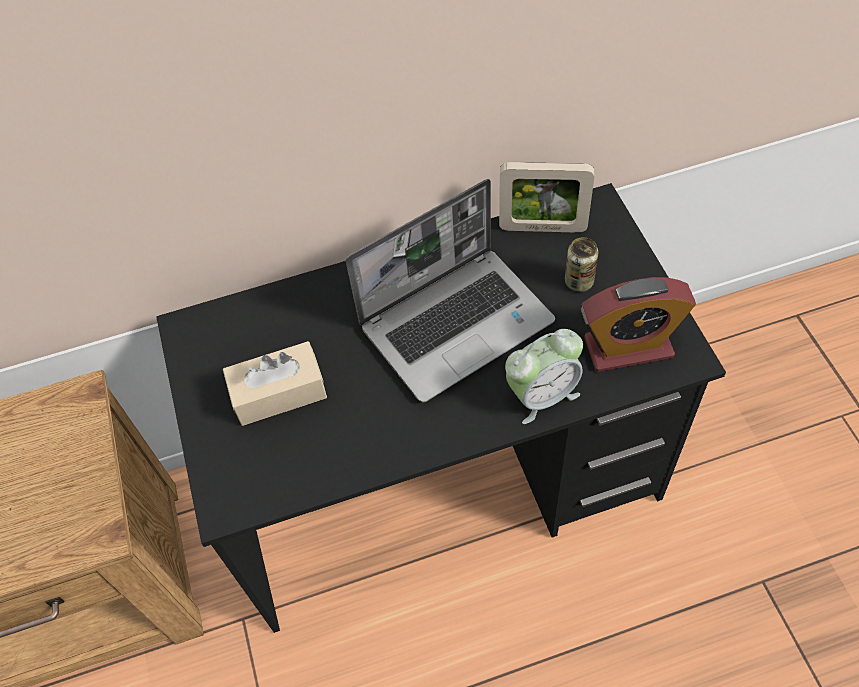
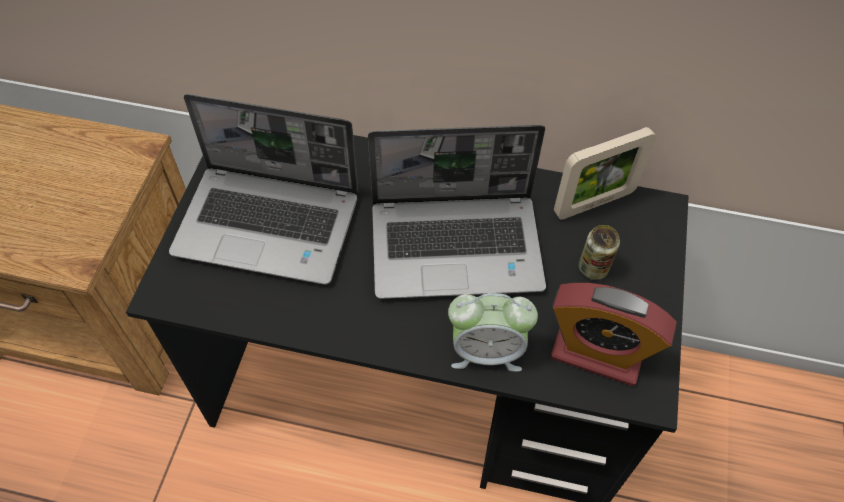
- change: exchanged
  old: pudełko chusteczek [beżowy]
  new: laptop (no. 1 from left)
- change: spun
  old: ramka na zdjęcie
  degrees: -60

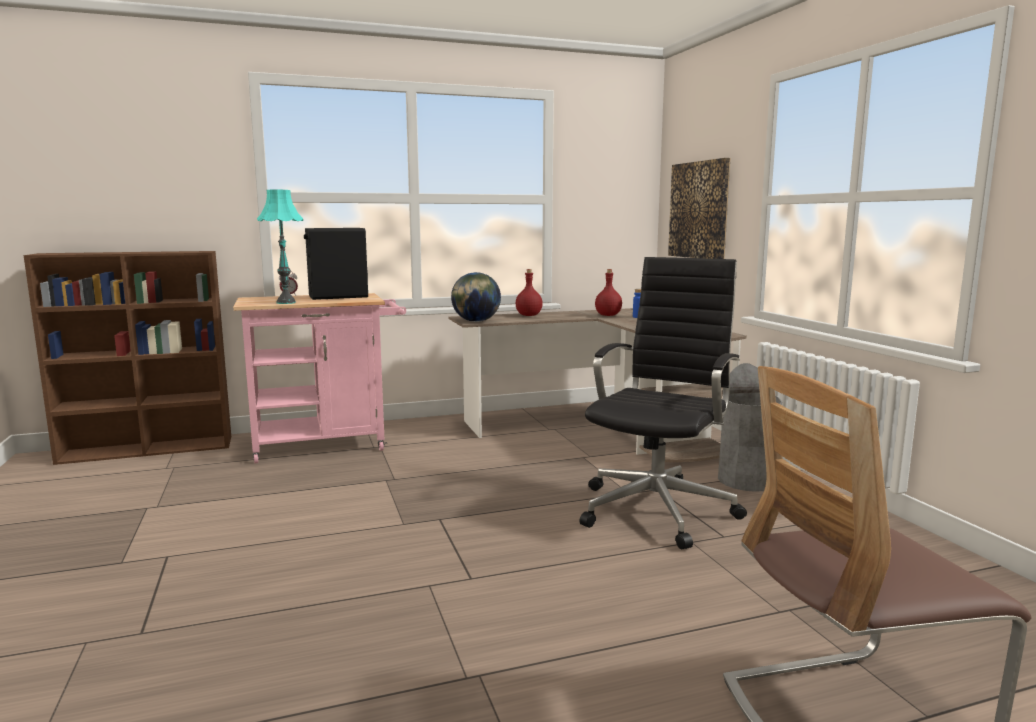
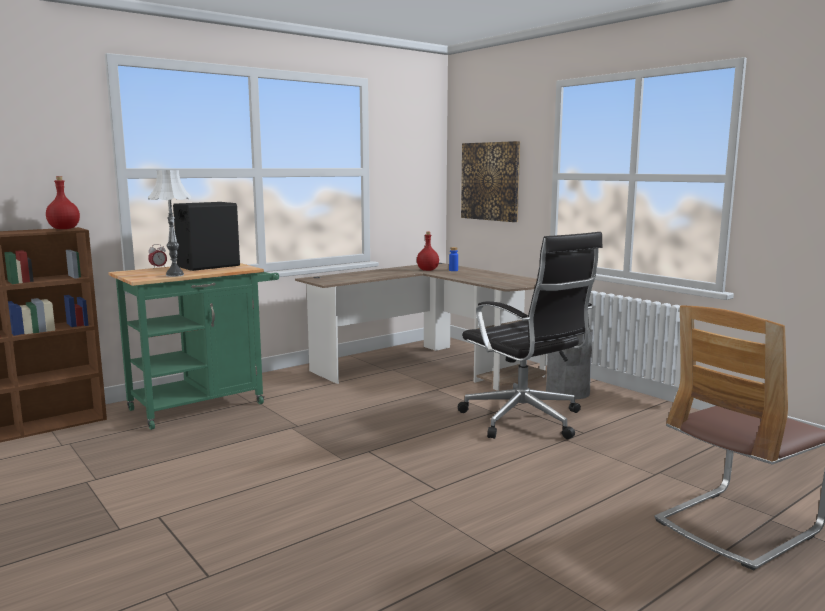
- change: missing
  old: globus
- change: relocated
  old: butelka [czerwony] (no. 1 from left)
- change: colour
  old: wózek [różowy]
  new: wózek [zielony]
- change: colour
  old: lampa stołowa [turkusowy]
  new: lampa stołowa [biały]
- change: spun
  old: krzesło biurowe [czarny]
  degrees: 135

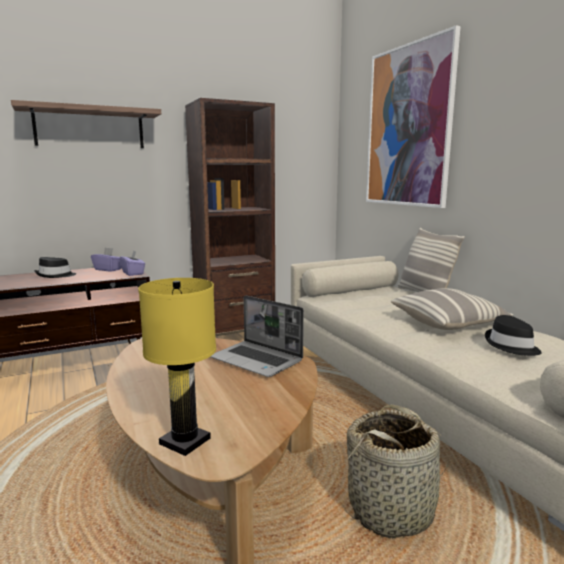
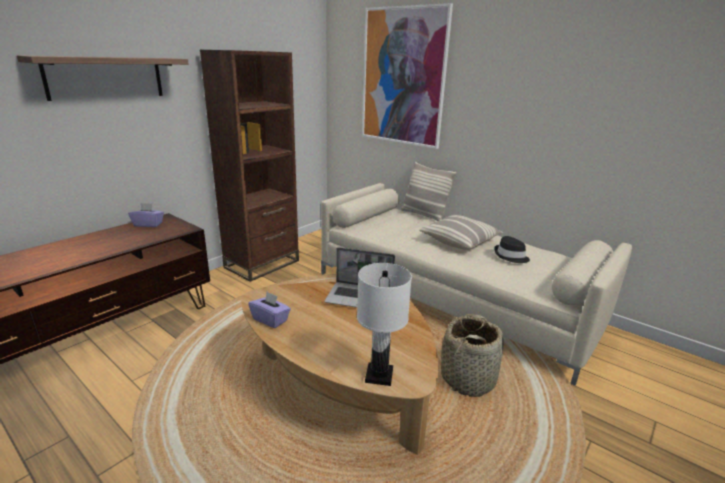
- change: missing
  old: kapelusz [czarny] (no. 1 from left)
- change: relocated
  old: pudełko chusteczek [fioletowy] (no. 2 from left)
- change: colour
  old: lampa stołowa [żółty]
  new: lampa stołowa [biały]

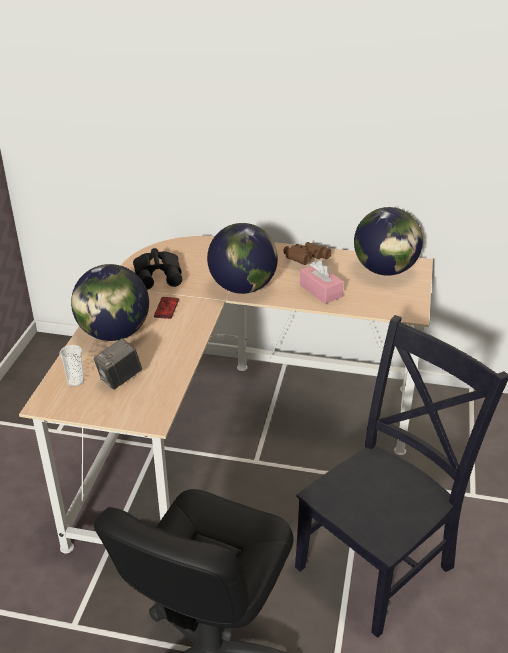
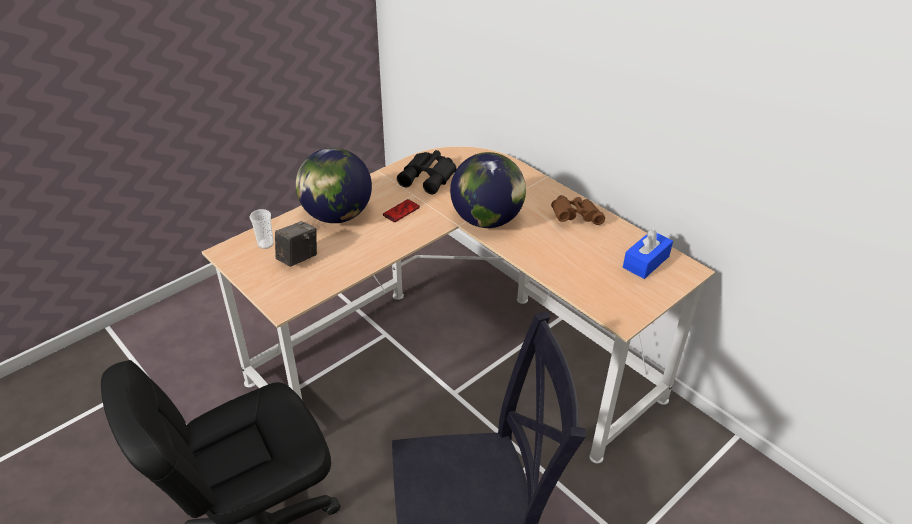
- change: missing
  old: pudełko chusteczek [różowy]
- change: exchanged
  old: globus (no. 3 from left)
  new: pudełko chusteczek [niebieski]
- change: spun
  old: aparat fotograficzny
  degrees: 135

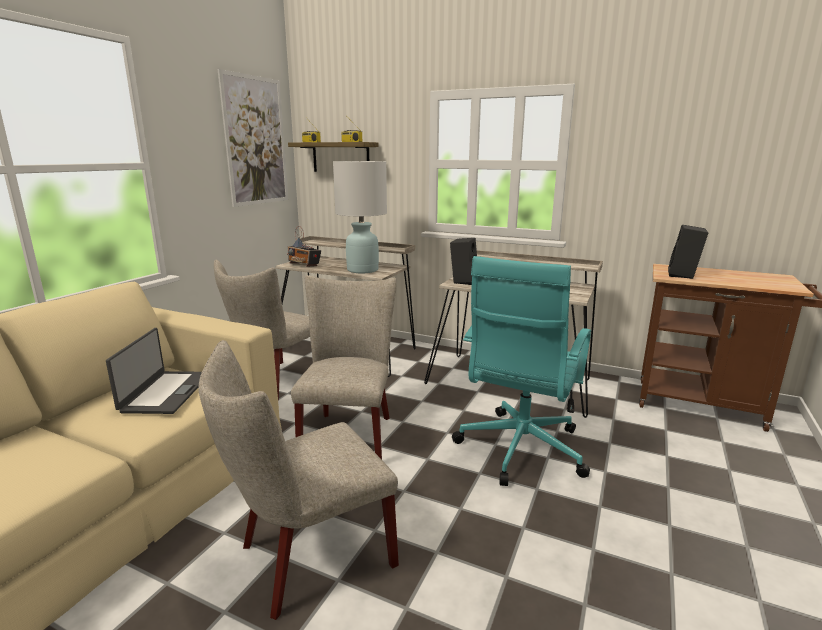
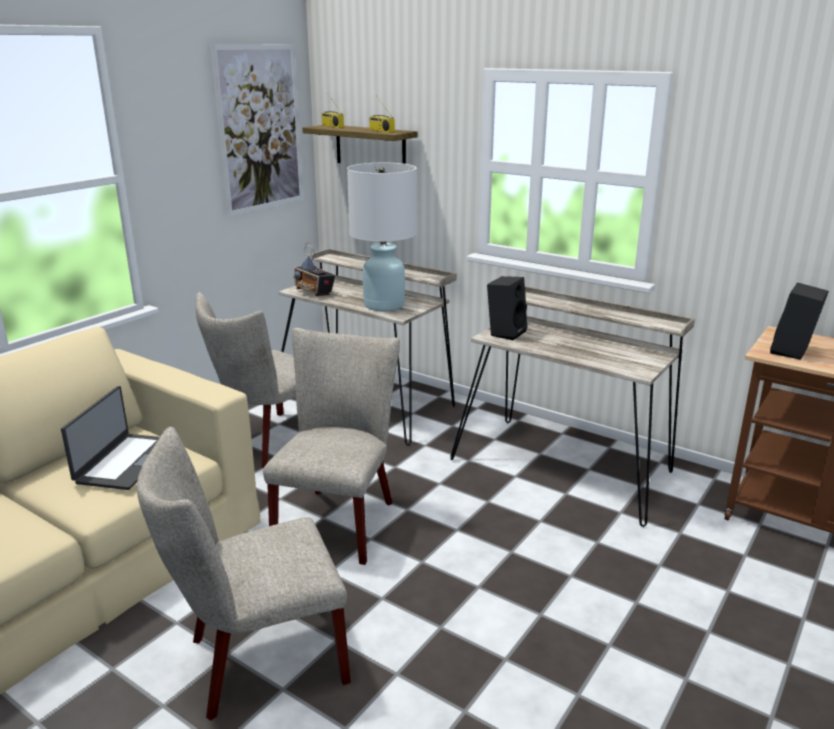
- change: missing
  old: krzesło biurowe [turkusowy]

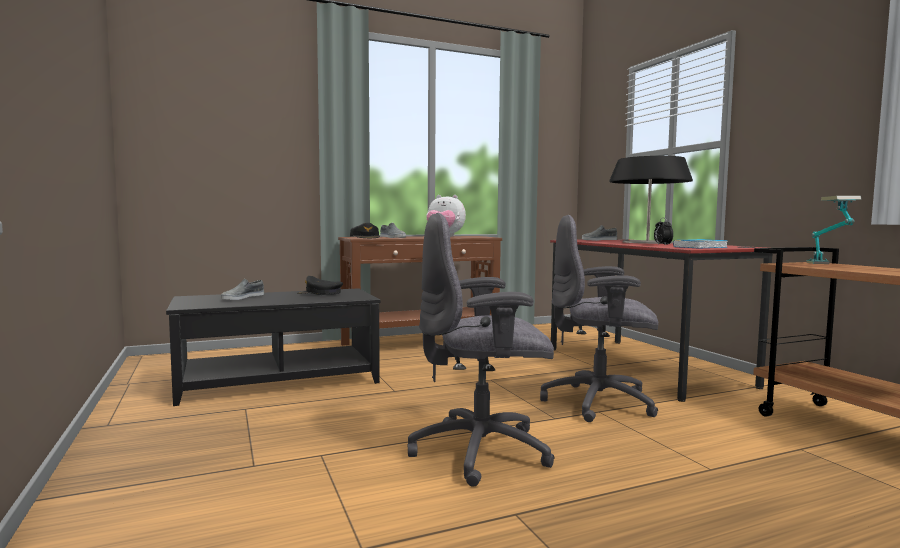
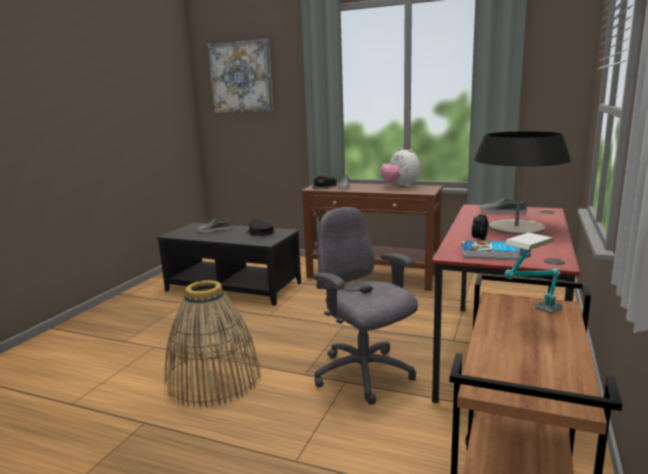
- change: appeared
  new: obraz
- change: exchanged
  old: krzesło biurowe [szary] (no. 1 from left)
  new: koszyk

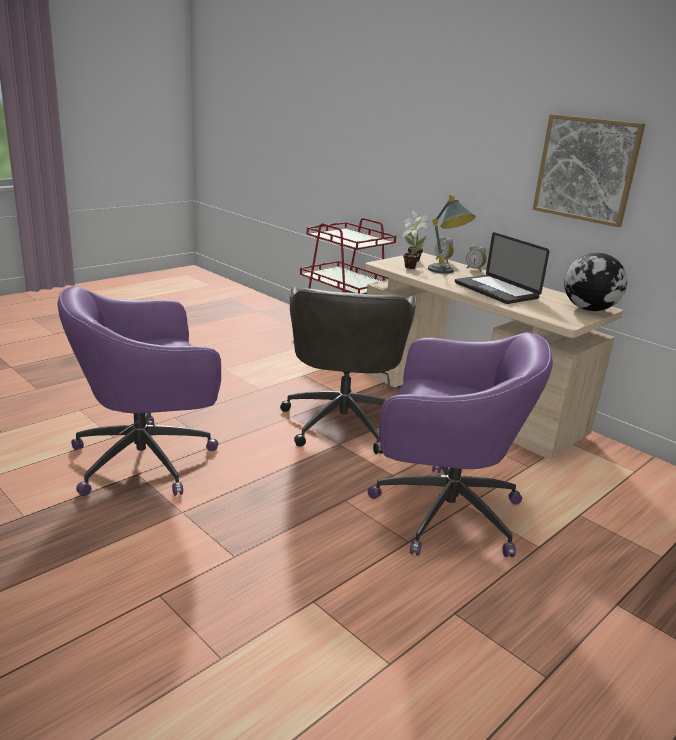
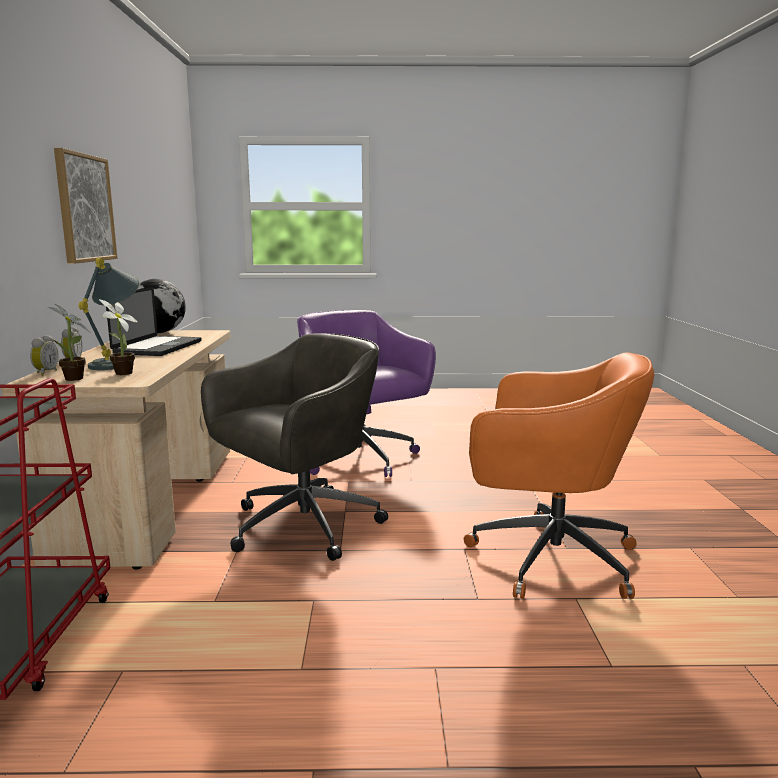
- change: colour
  old: krzesło biurowe [fioletowy] (no. 1 from left)
  new: krzesło biurowe [pomarańczowy]

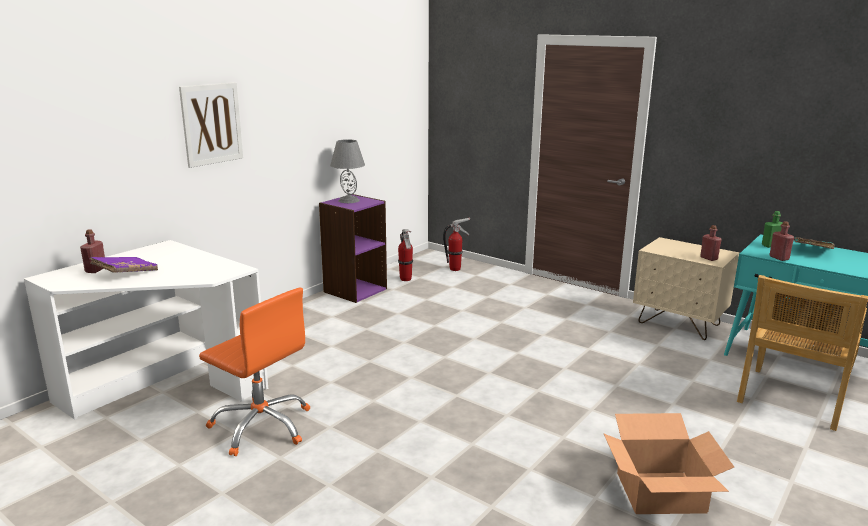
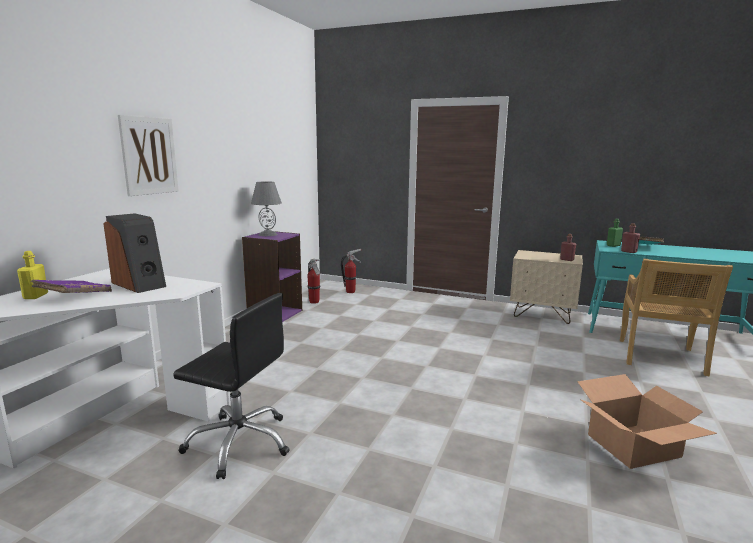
- change: appeared
  new: głośnik
- change: colour
  old: butelka [czerwony] (no. 1 from left)
  new: butelka [żółty]
- change: colour
  old: krzesło biurowe [pomarańczowy]
  new: krzesło biurowe [czarny]

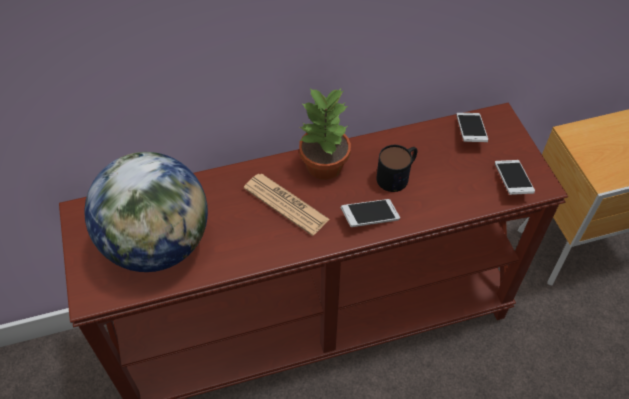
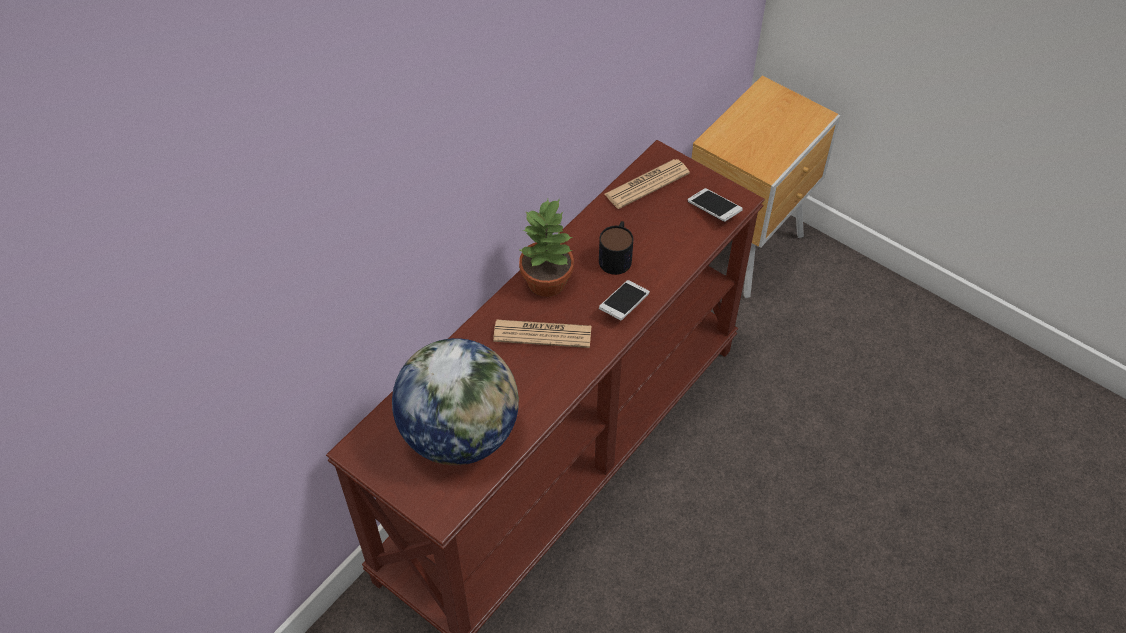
- change: exchanged
  old: telefon (no. 2 from left)
  new: gazeta (no. 2 from left)

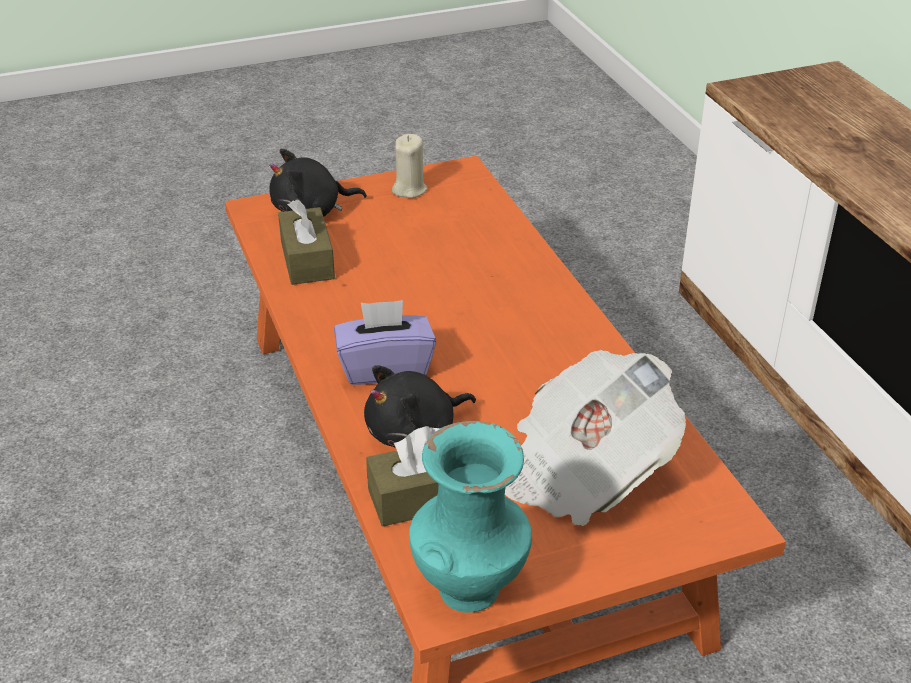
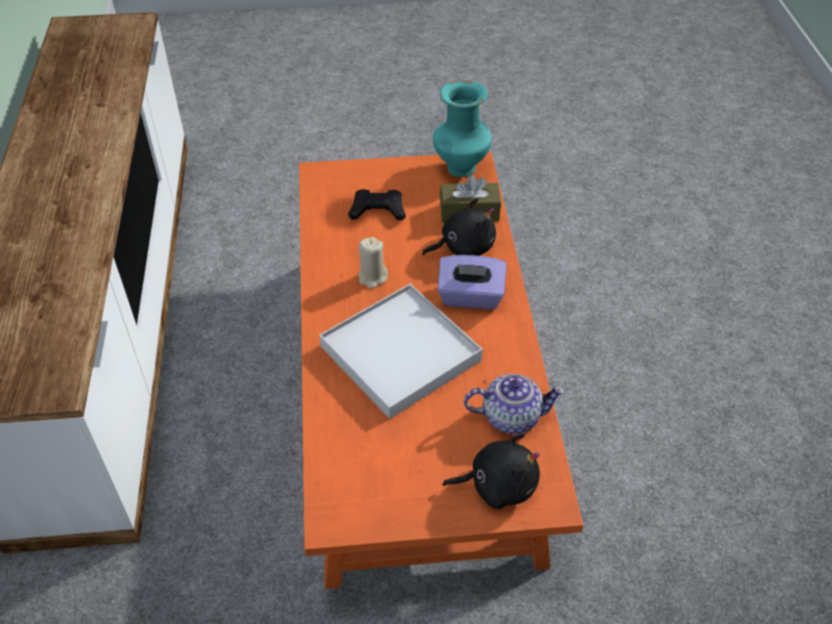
- change: appeared
  new: taca [biały]
- change: relocated
  old: świeca [beżowy]
- change: exchanged
  old: pudełko chusteczek [brązowy] (no. 1 from left)
  new: imbryk
- change: exchanged
  old: gazeta
  new: pad do gier [czarny]

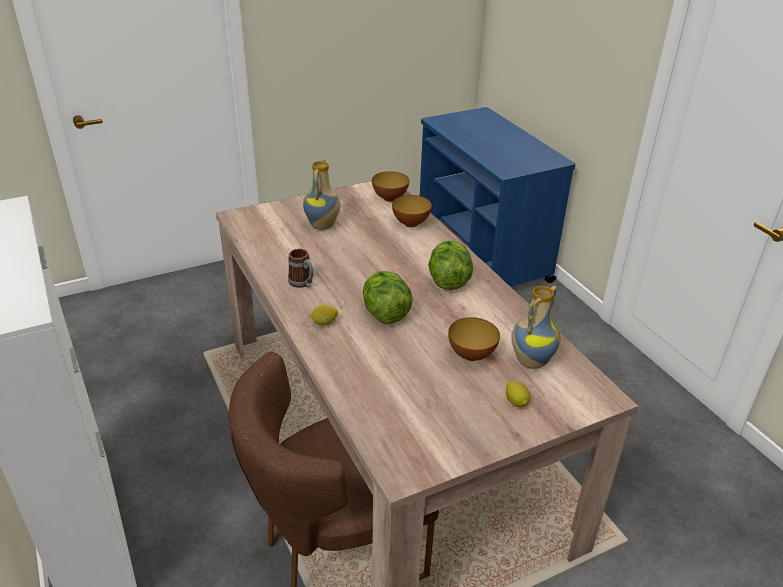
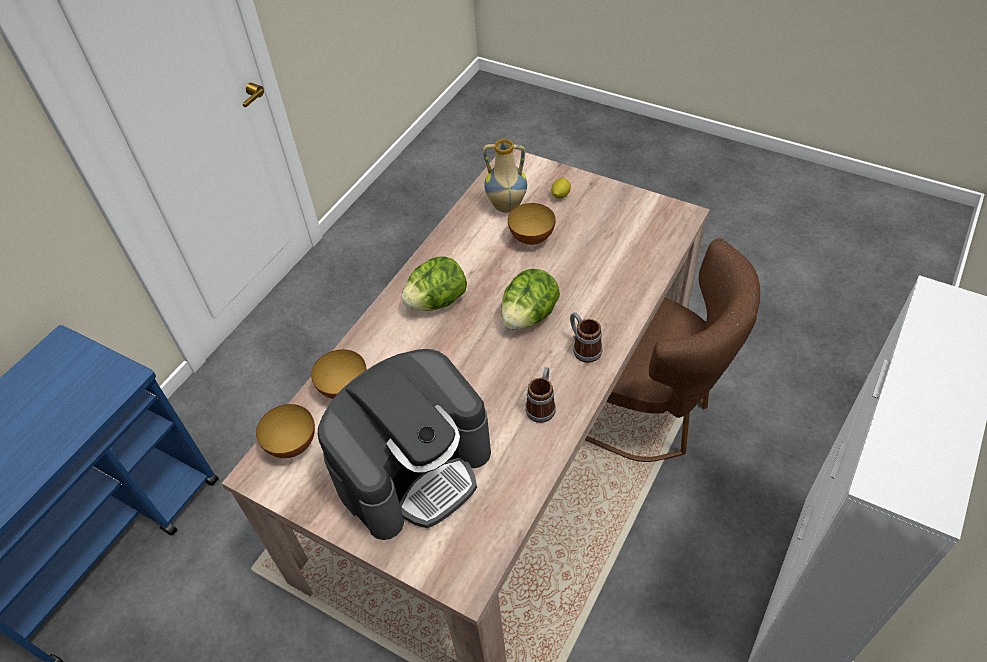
- change: exchanged
  old: wazon (no. 1 from left)
  new: ekspres do kawy
- change: exchanged
  old: cytryna (no. 1 from left)
  new: kubek (no. 2 from left)

